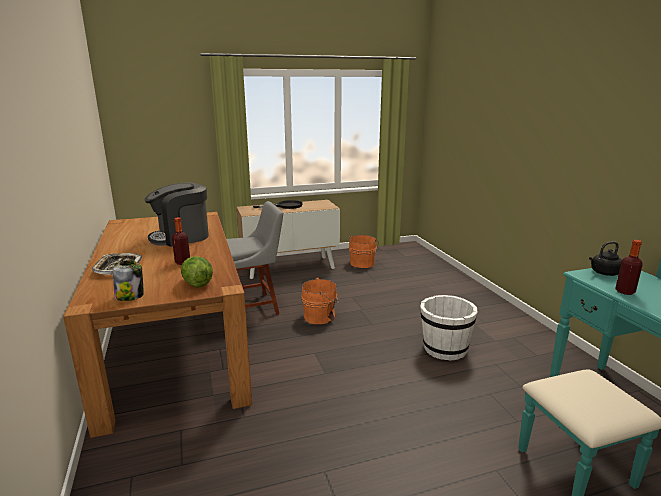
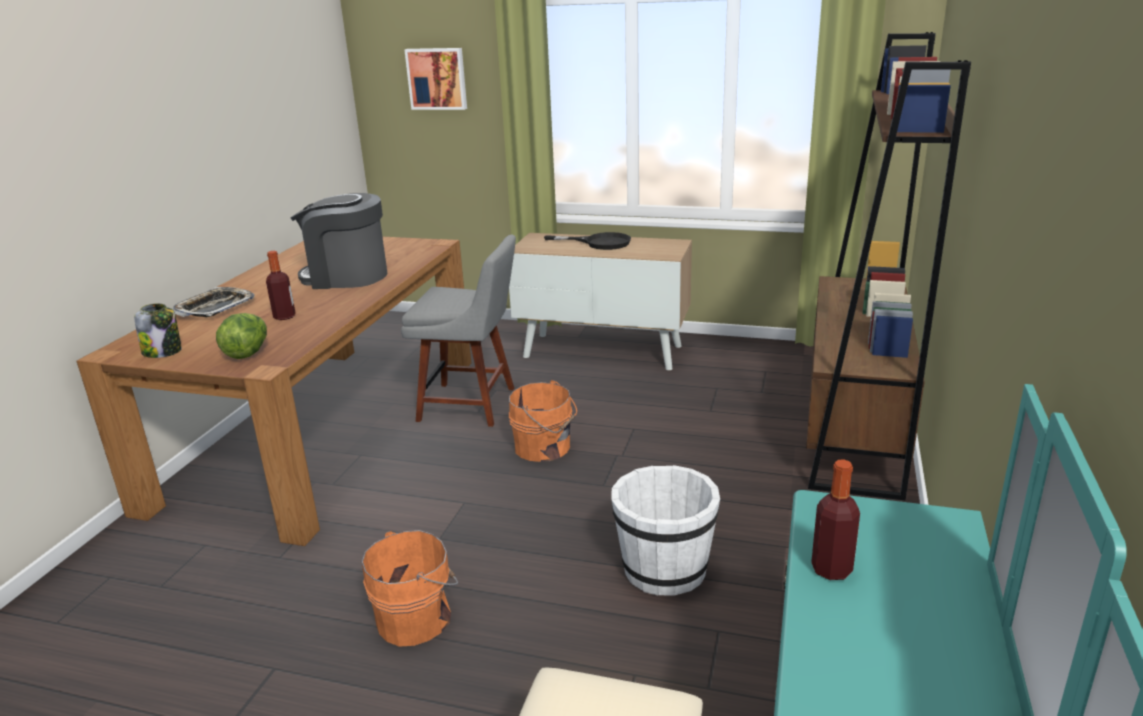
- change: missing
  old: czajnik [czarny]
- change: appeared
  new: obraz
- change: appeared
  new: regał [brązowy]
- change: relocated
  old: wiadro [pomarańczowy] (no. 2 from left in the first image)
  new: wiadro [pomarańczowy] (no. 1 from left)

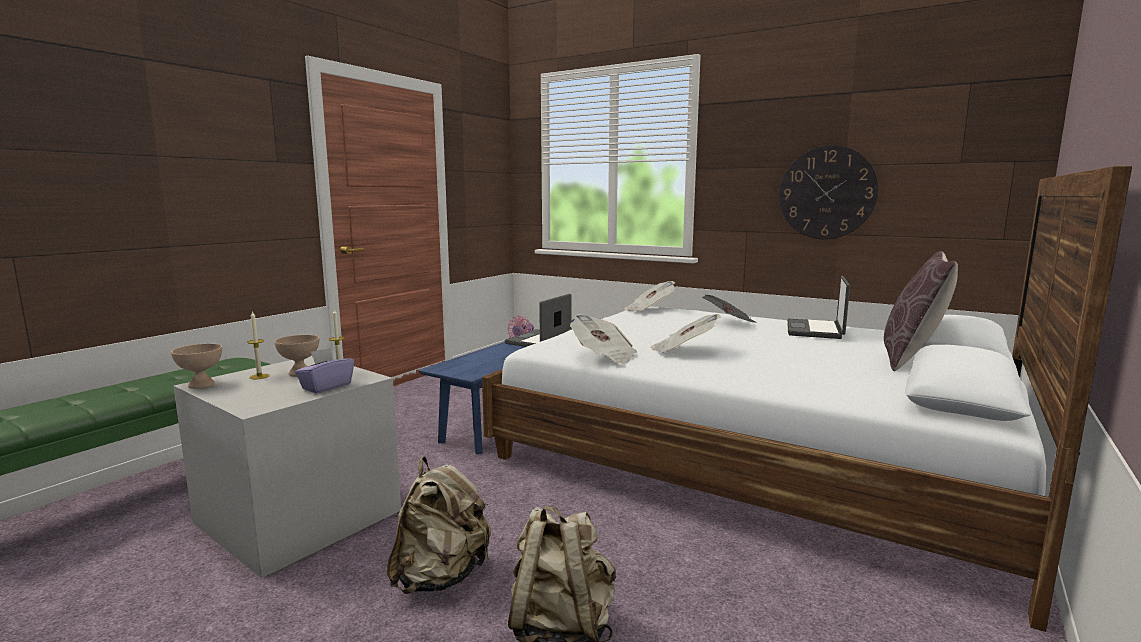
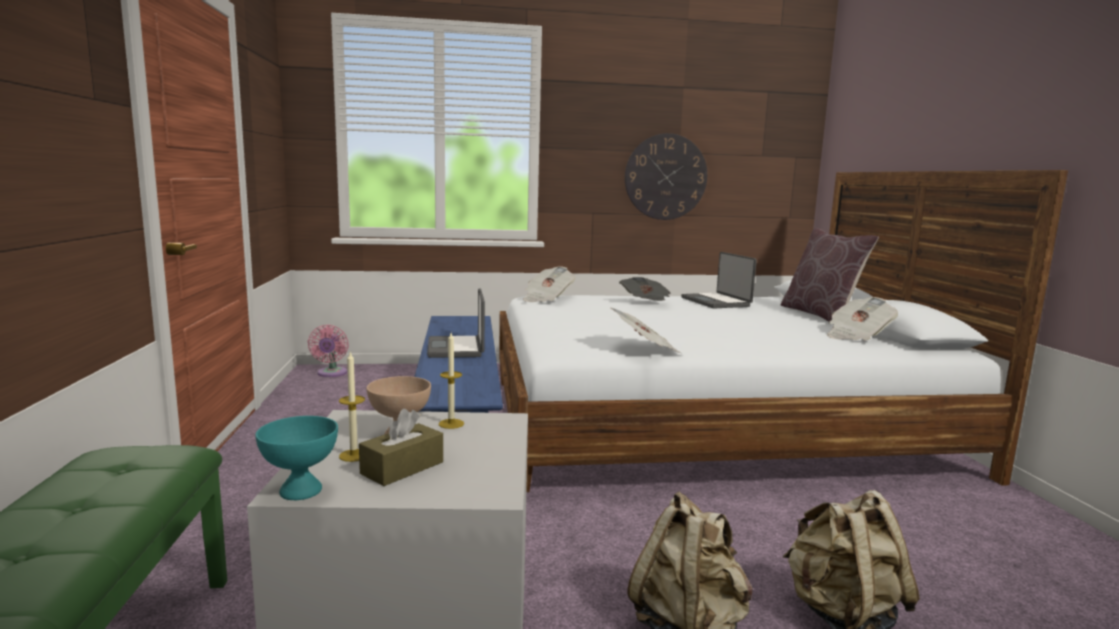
- change: missing
  old: pudełko chusteczek [fioletowy]
- change: appeared
  new: pudełko chusteczek [brązowy]
- change: relocated
  old: gazeta (no. 3 from left in the first image)
  new: gazeta (no. 4 from left)
- change: colour
  old: miska [beżowy] (no. 1 from left)
  new: miska [turkusowy]

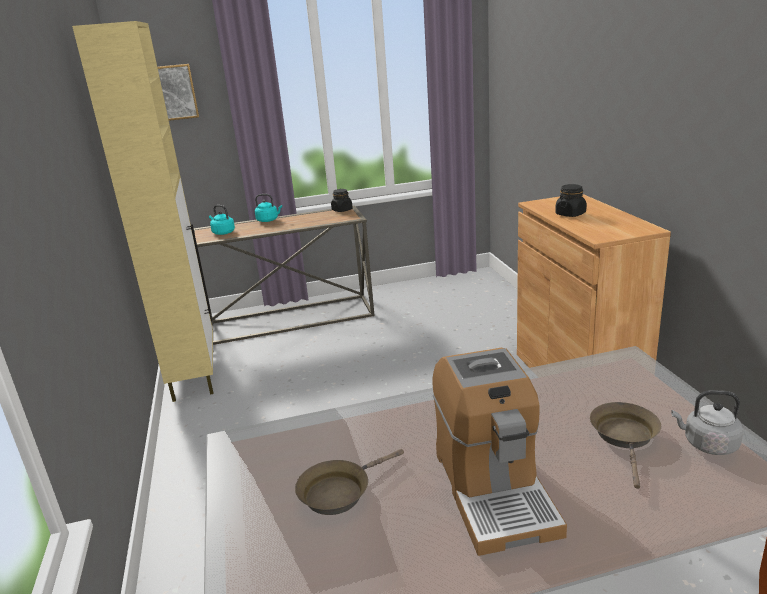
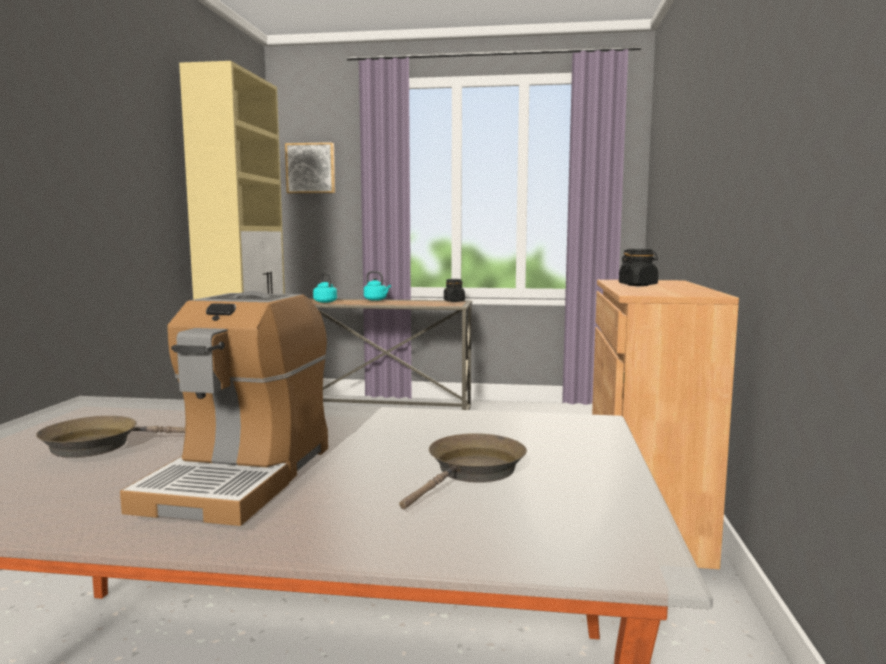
- change: missing
  old: czajnik [szary]

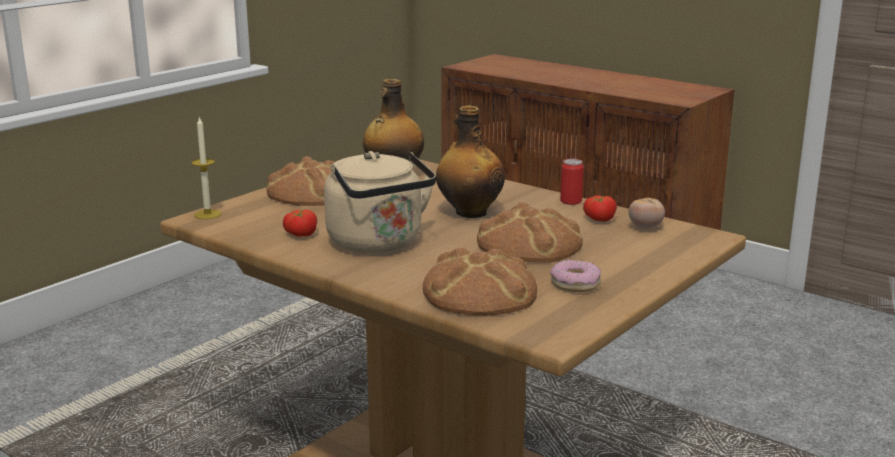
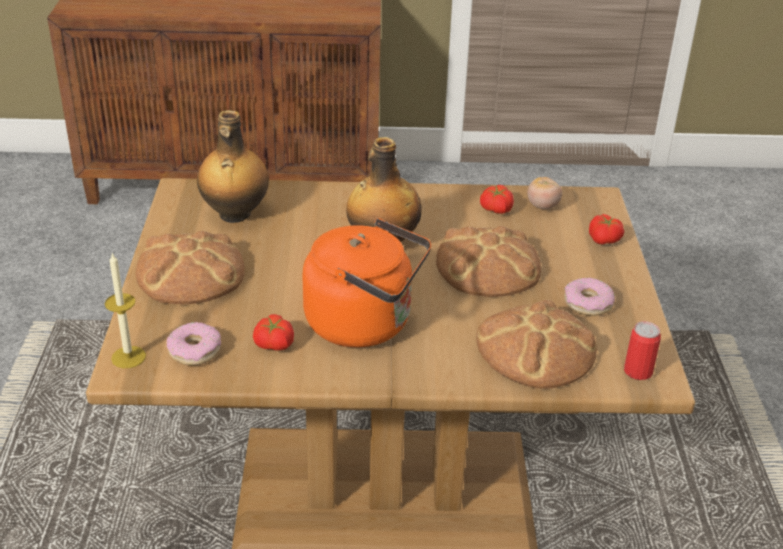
- change: appeared
  new: donut (no. 1 from left)
- change: appeared
  new: pomidor (no. 4 from left)
- change: relocated
  old: puszka
- change: colour
  old: czajnik [beżowy]
  new: czajnik [pomarańczowy]

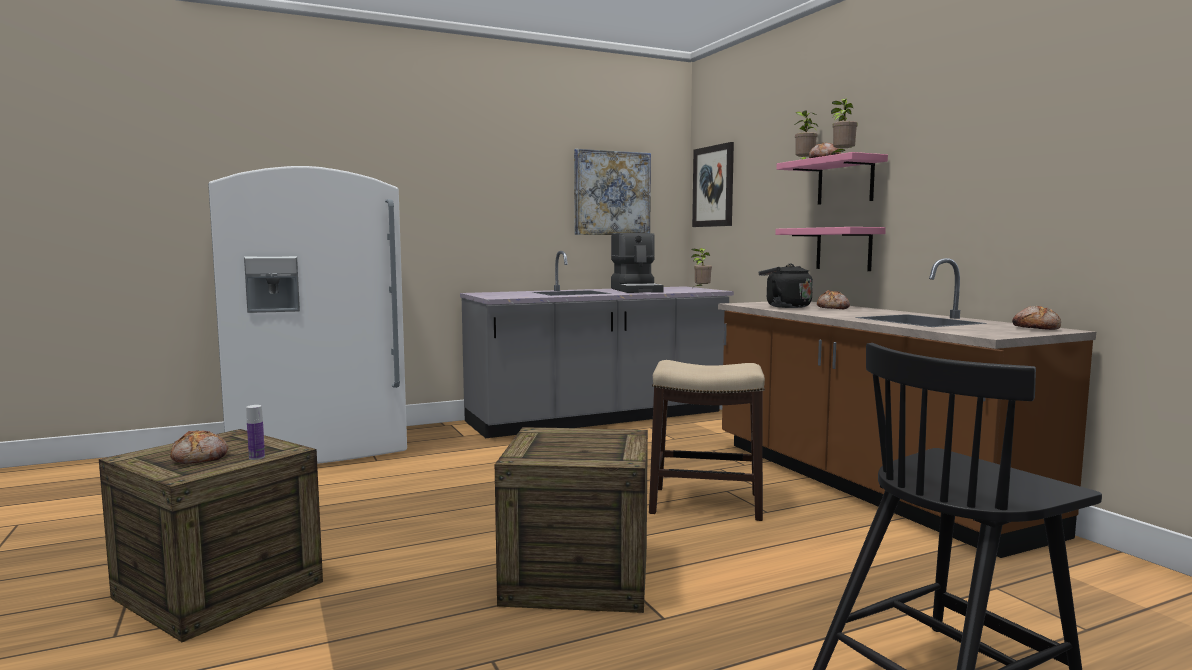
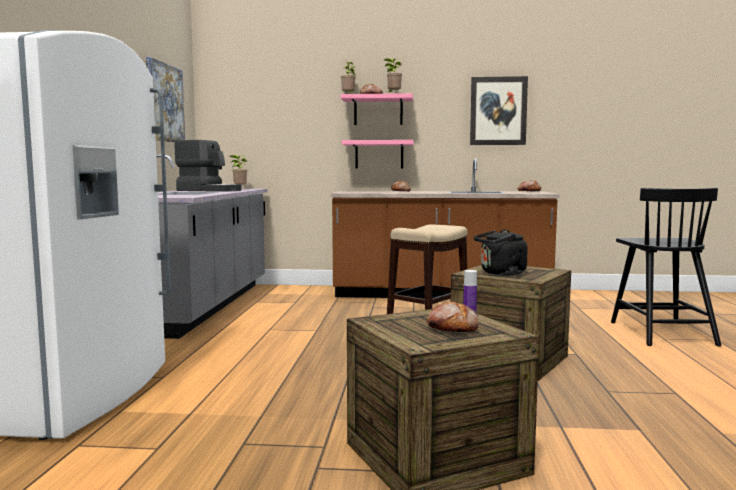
- change: relocated
  old: obraz (no. 2 from left)
- change: relocated
  old: czajnik [czarny]

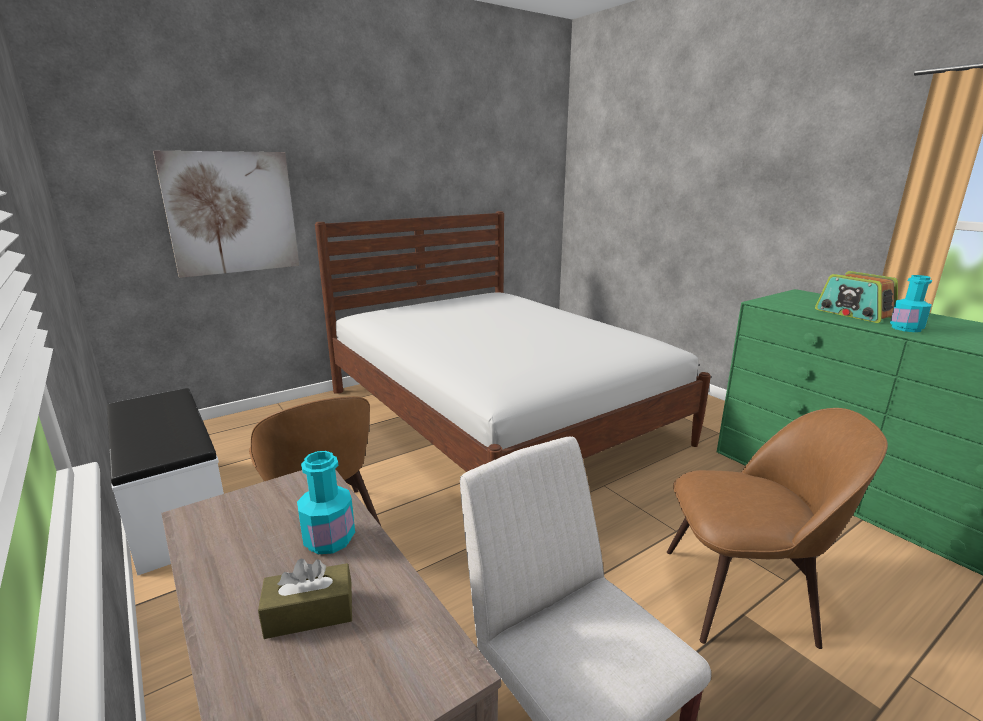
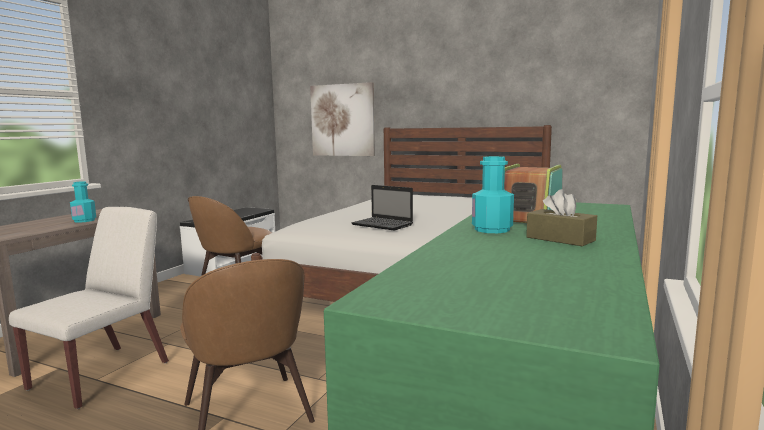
- change: appeared
  new: laptop
- change: relocated
  old: pudełko chusteczek [brązowy]

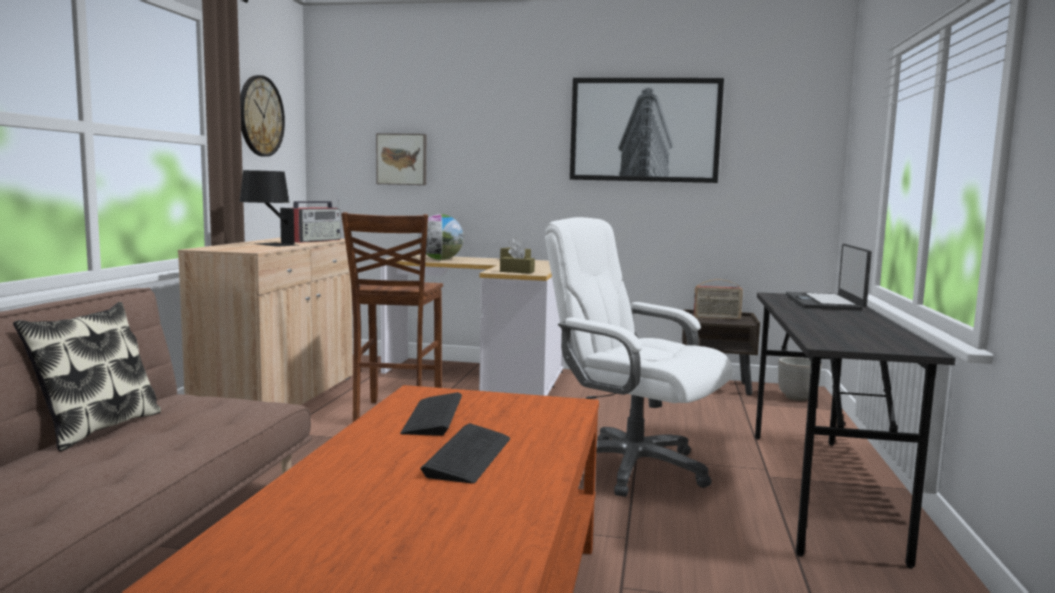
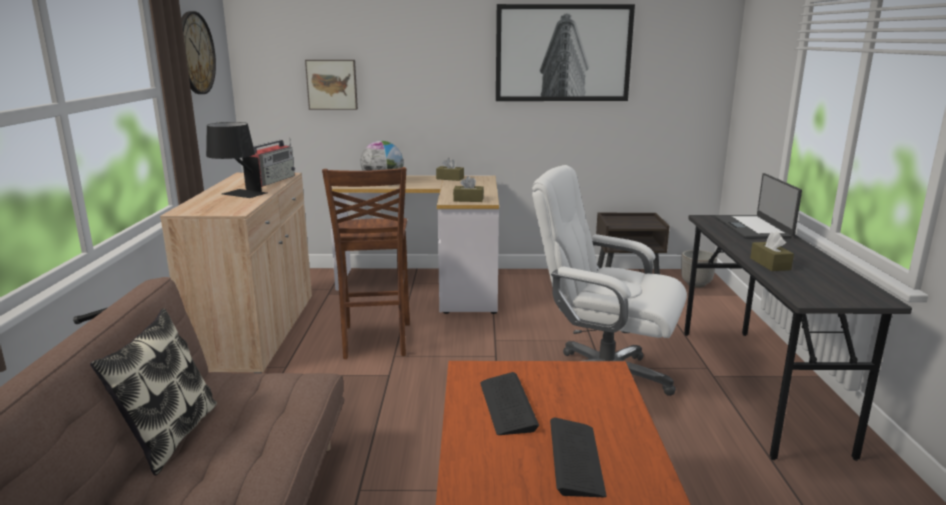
- change: missing
  old: radio (no. 2 from left)
- change: appeared
  new: pudełko chusteczek [brązowy] (no. 3 from left)

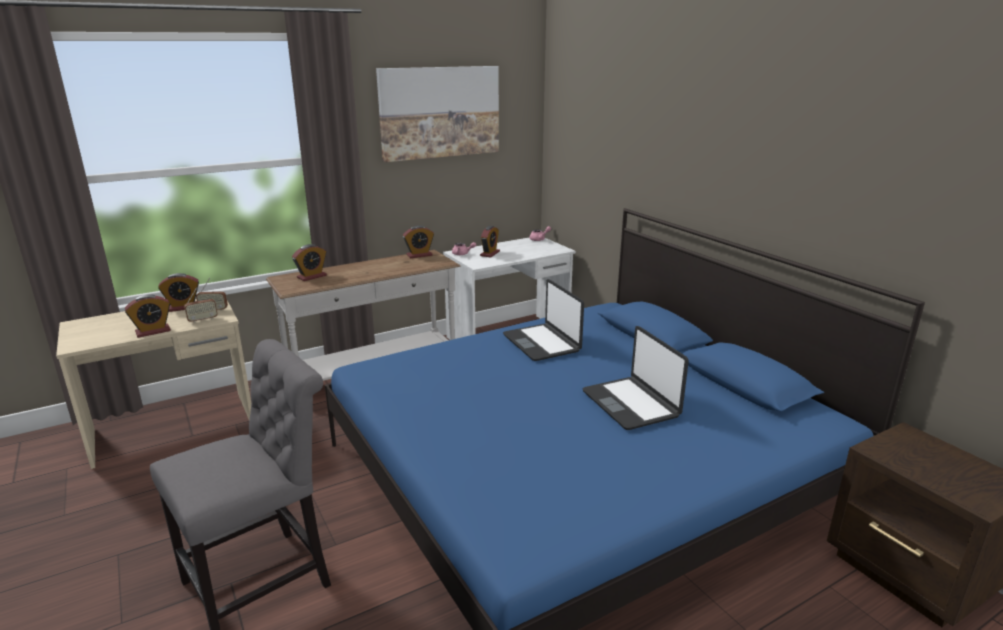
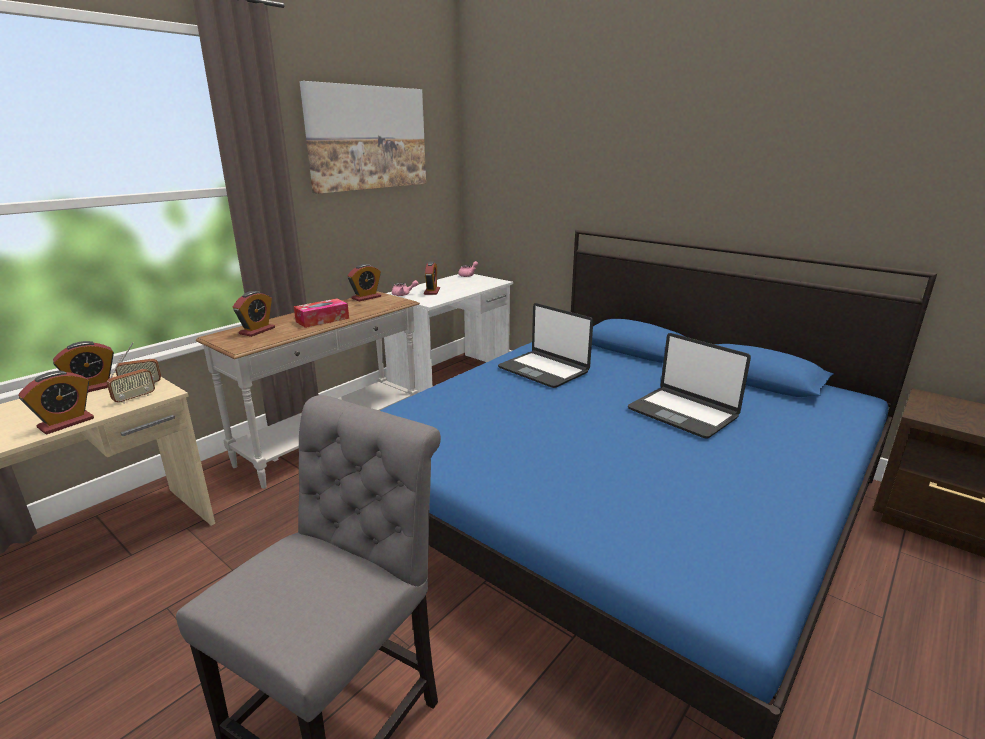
- change: appeared
  new: pudełko chusteczek

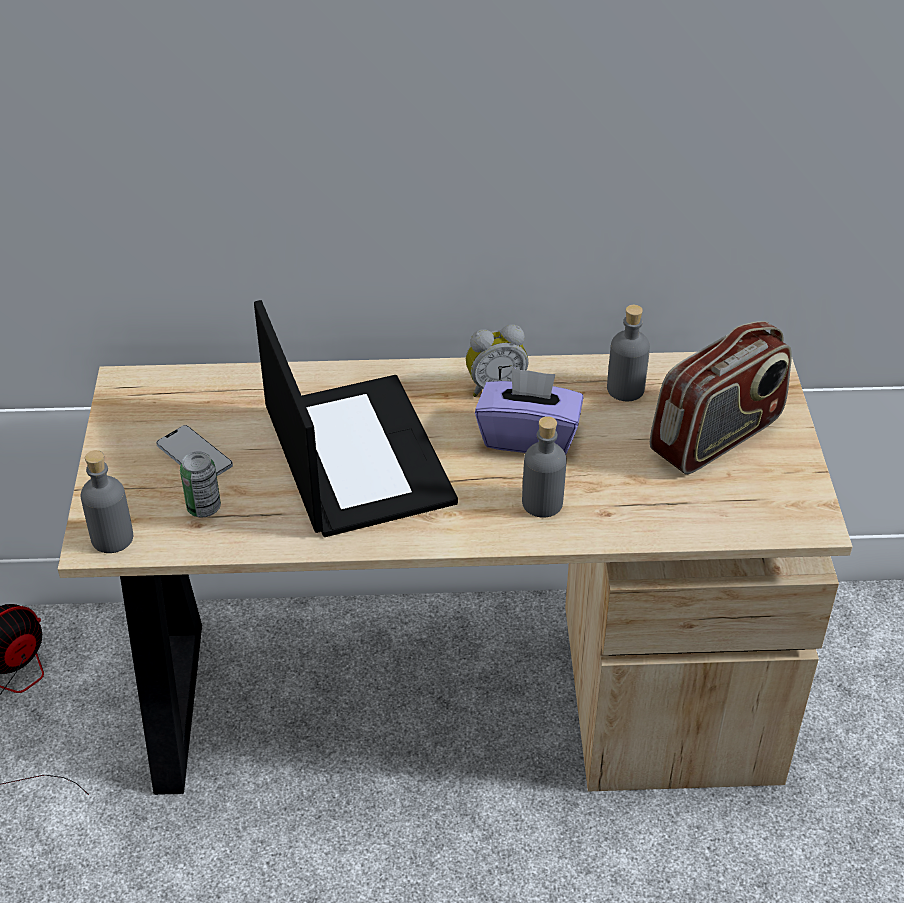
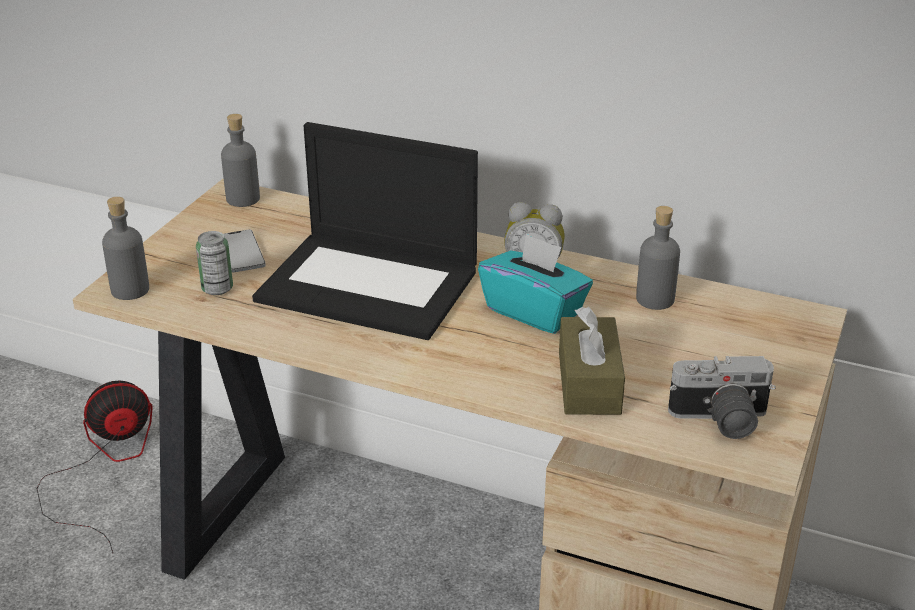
- change: missing
  old: radio
- change: appeared
  new: pudełko chusteczek [brązowy]
- change: appeared
  new: aparat fotograficzny
- change: relocated
  old: butelka [szary] (no. 2 from left)
- change: colour
  old: pudełko chusteczek [fioletowy]
  new: pudełko chusteczek [turkusowy]
- change: spun
  old: laptop
  degrees: 105

